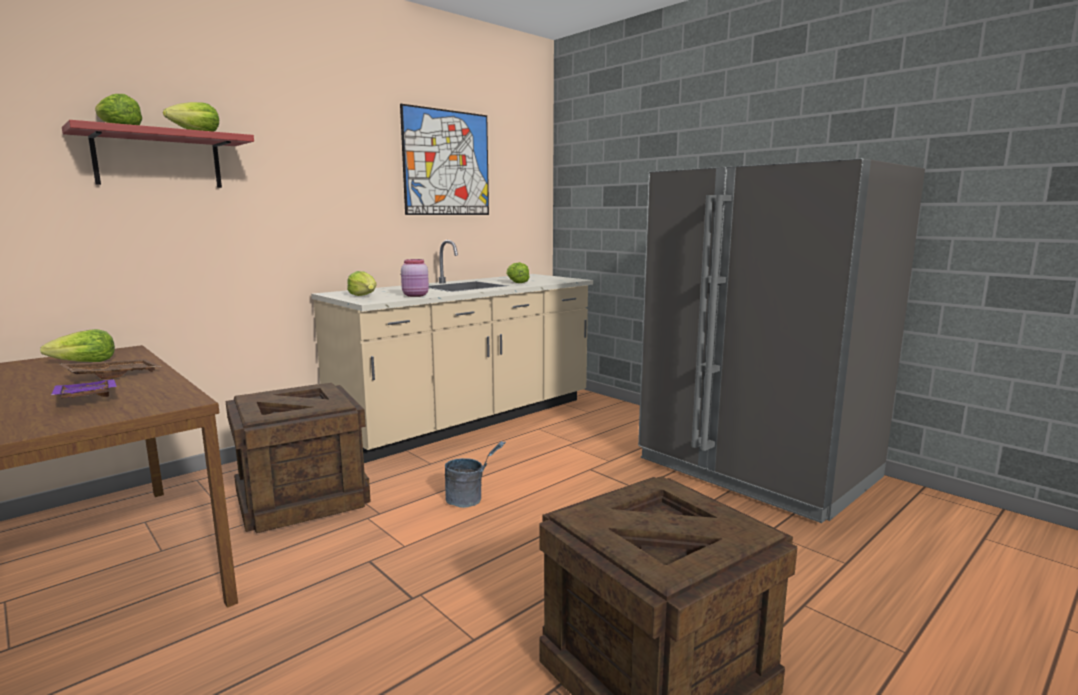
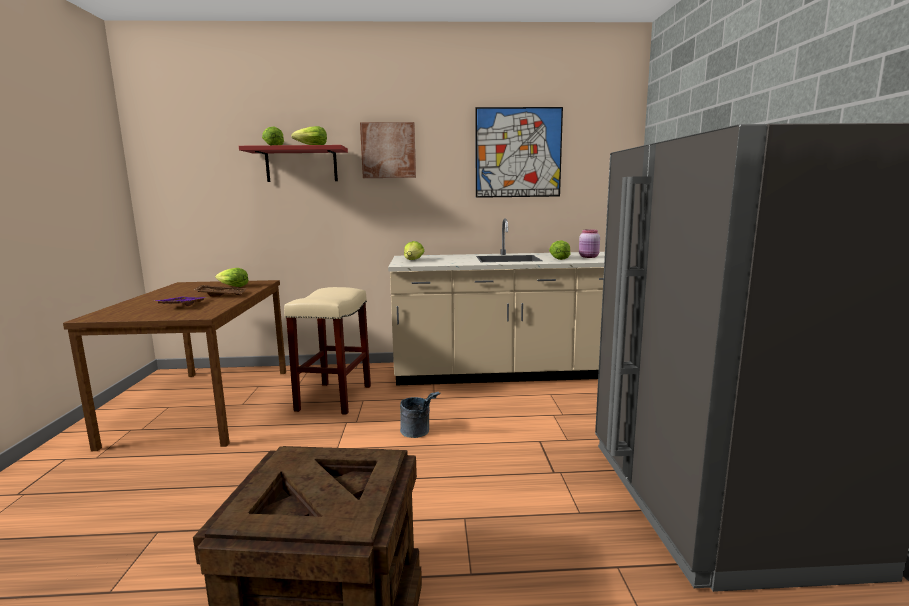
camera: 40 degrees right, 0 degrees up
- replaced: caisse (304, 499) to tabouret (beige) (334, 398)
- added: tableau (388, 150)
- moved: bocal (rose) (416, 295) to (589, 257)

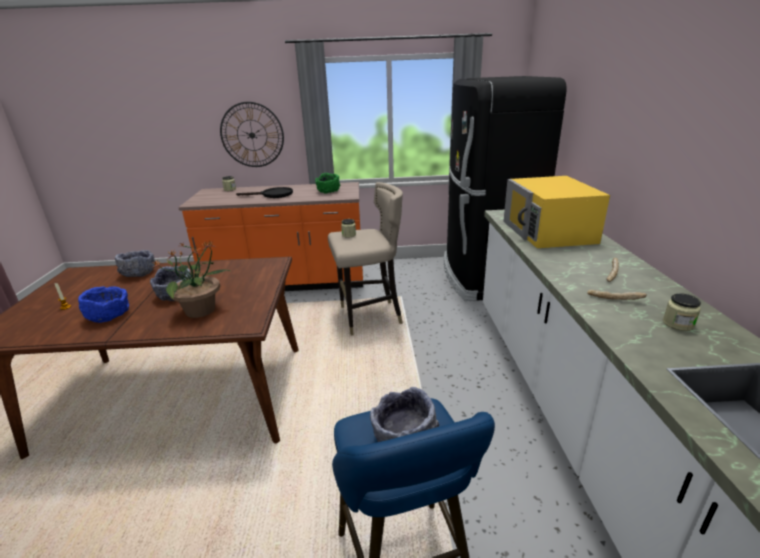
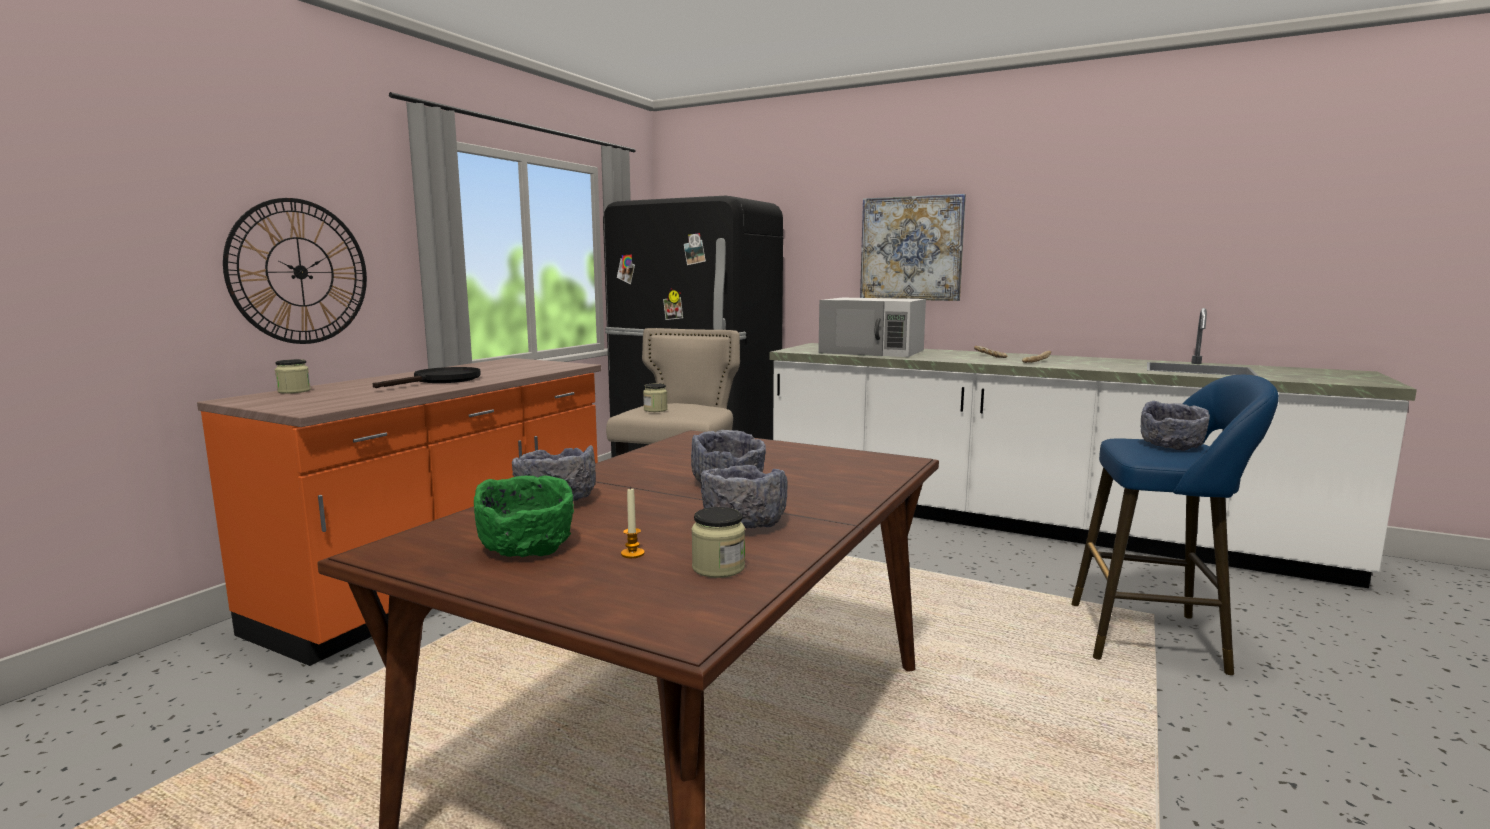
camera: 60 degrees left, 15 degrees down
- moved: bol (vert) (328, 191) to (527, 546)
- moved: bocal (678, 324) to (718, 568)
- recoloured: bol (bleu) (109, 315) to bol (gris) (743, 522)
- recoloured: micro-ondes (jaune) (548, 232) to micro-ondes (blanc) (872, 351)
- added: tableau (911, 248)
- removed: plante en pot (201, 310)

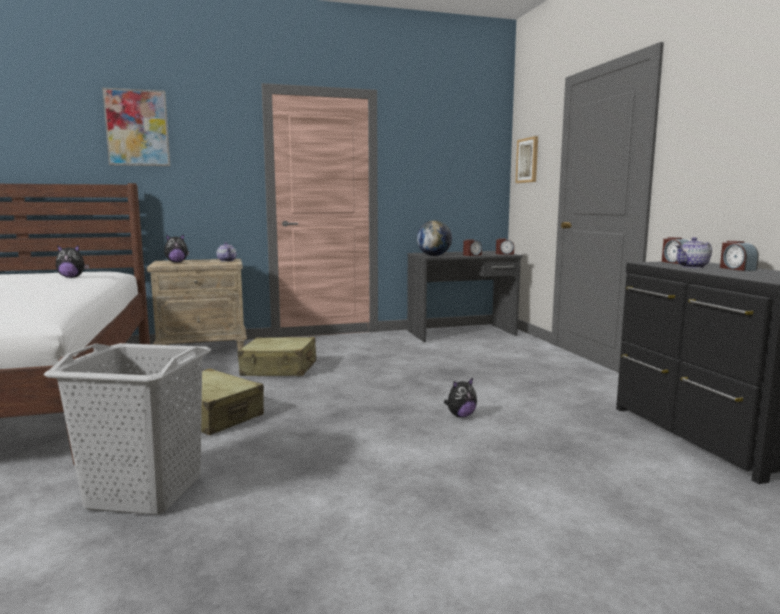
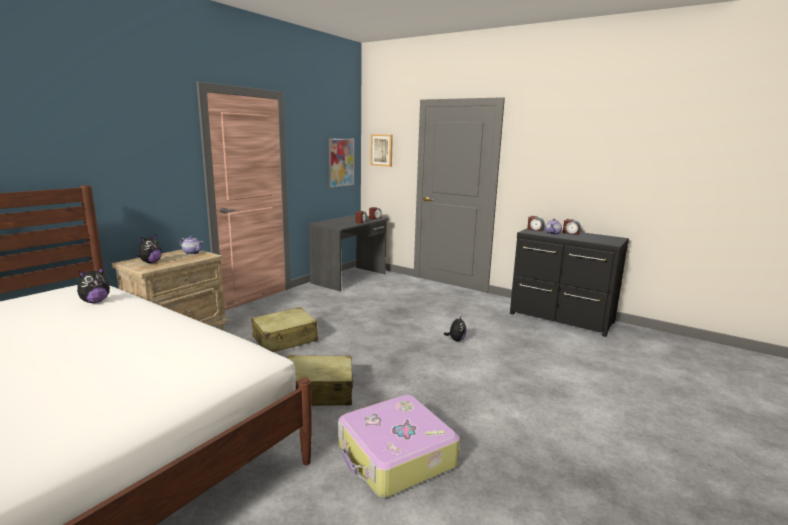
camera: 40 degrees left, 5 degrees up
- moved: tableau (137, 128) to (341, 162)
- replaced: panier à linge (gris) (145, 492) to valise (395, 457)
- removed: globe (434, 255)

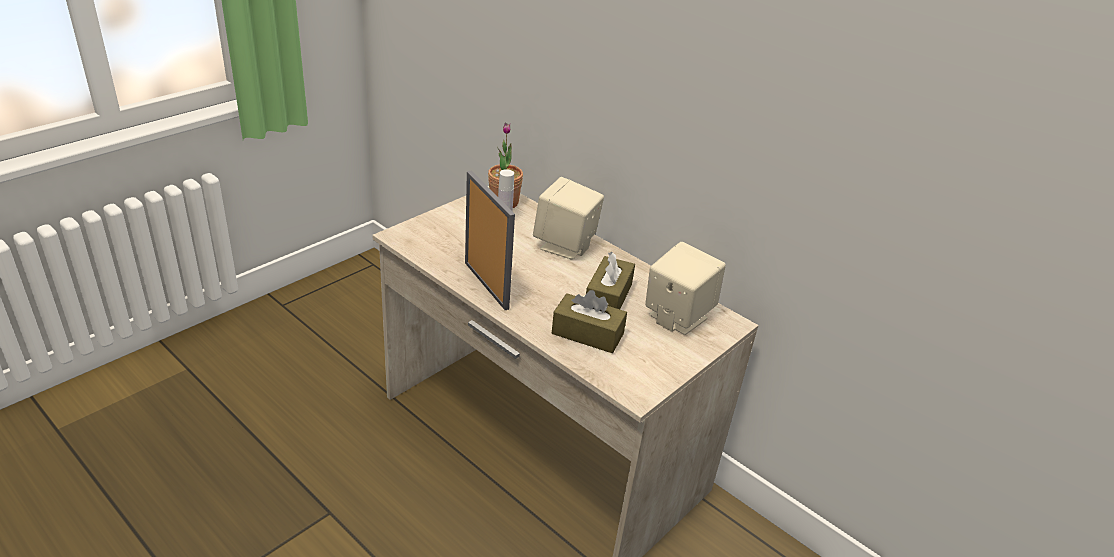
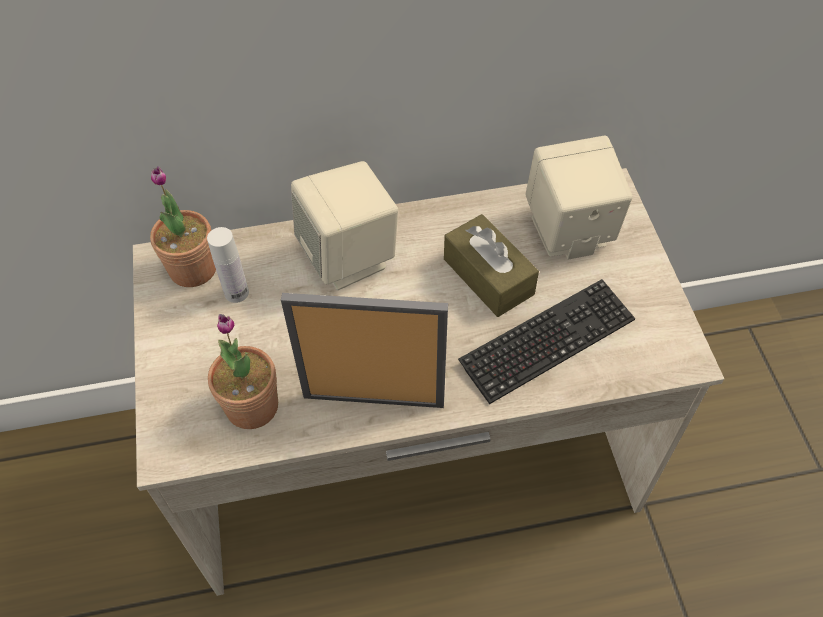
camera: 50 degrees left, 20 degrees up
- added: plante en pot (252, 406)
- replaced: boîte à mouchoirs (marron) (587, 334) to clavier (547, 342)

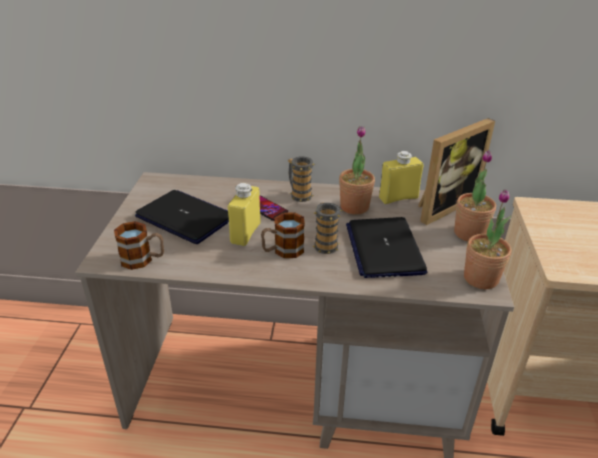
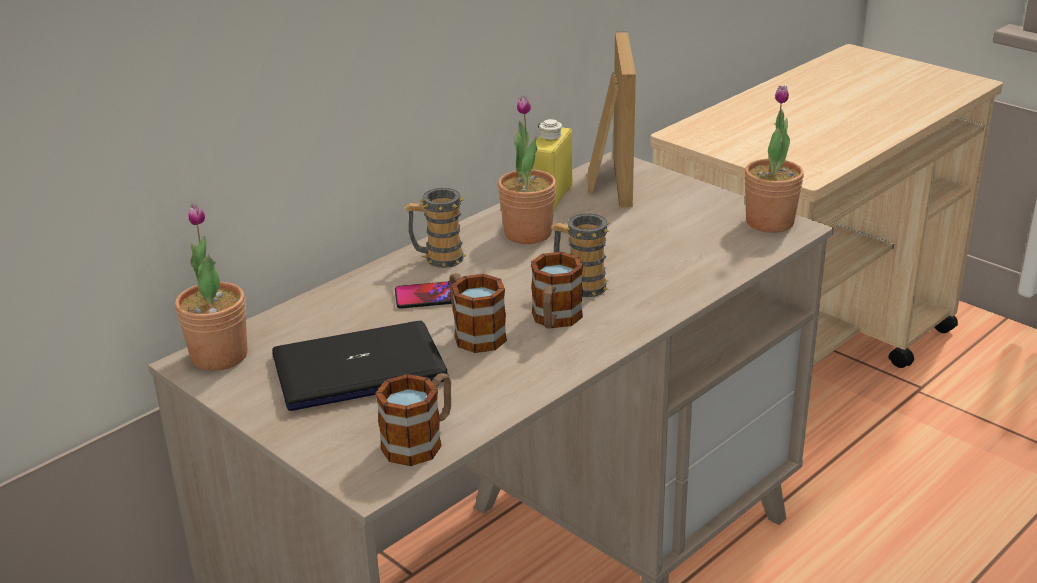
camera: 50 degrees left, 5 degrees down
- moved: plante en pot (469, 233) to (219, 356)
- replaced: bouteille (jaune) (245, 233) to mug (474, 333)
- removed: ordinateur portable (384, 248)

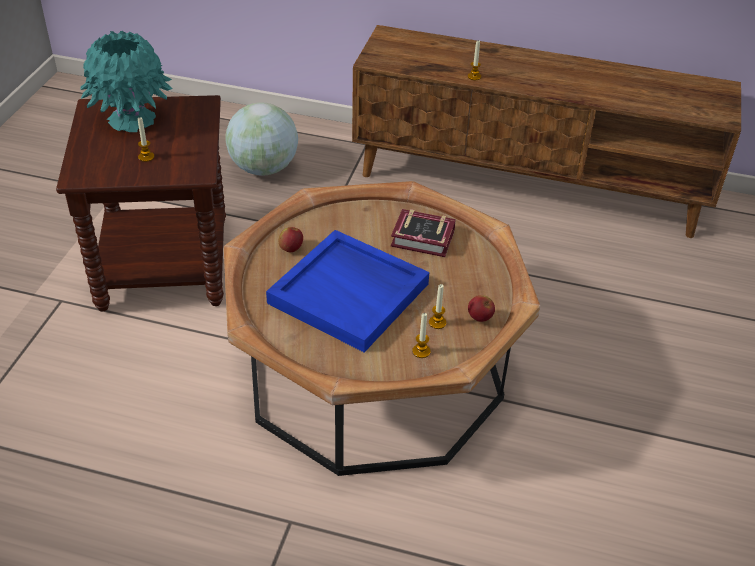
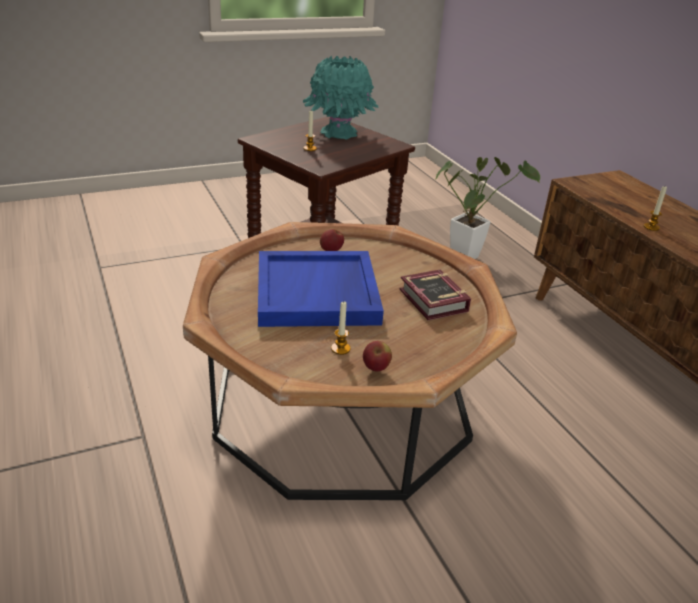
camera: 50 degrees right, 10 degrees down
- replaced: globe (263, 168) to plante en pot (468, 255)
- removed: bougie (421, 351)

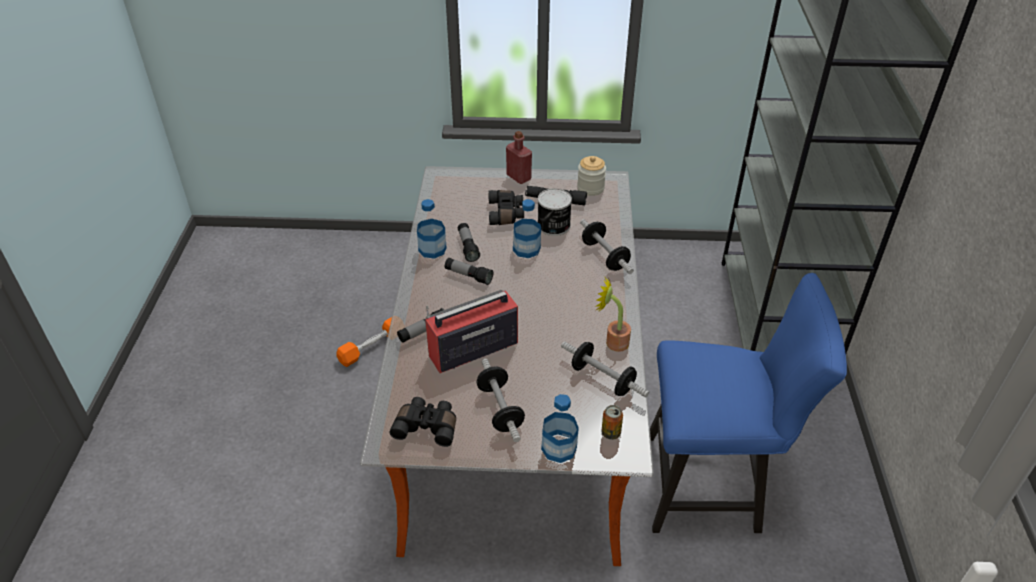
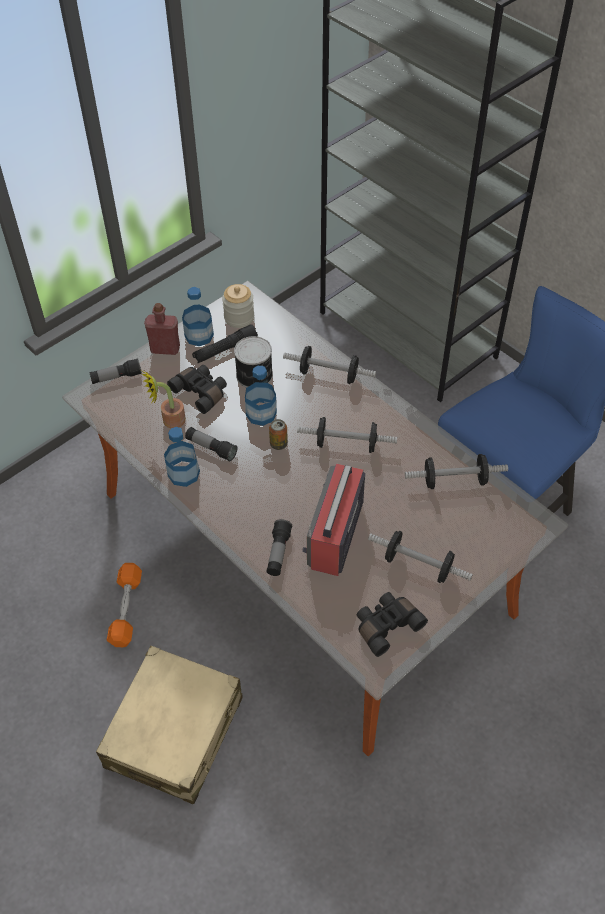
camera: 45 degrees left, 10 degrees up
- moved: lampe de poche (468, 276) to (116, 377)
- added: valise (beige) (175, 732)
- moved: plante en pot (612, 341) to (169, 421)
- moved: bouteille (559, 448) to (199, 335)
- moved: boîte métallique (611, 433) to (278, 444)
- added: haltère (346, 444)

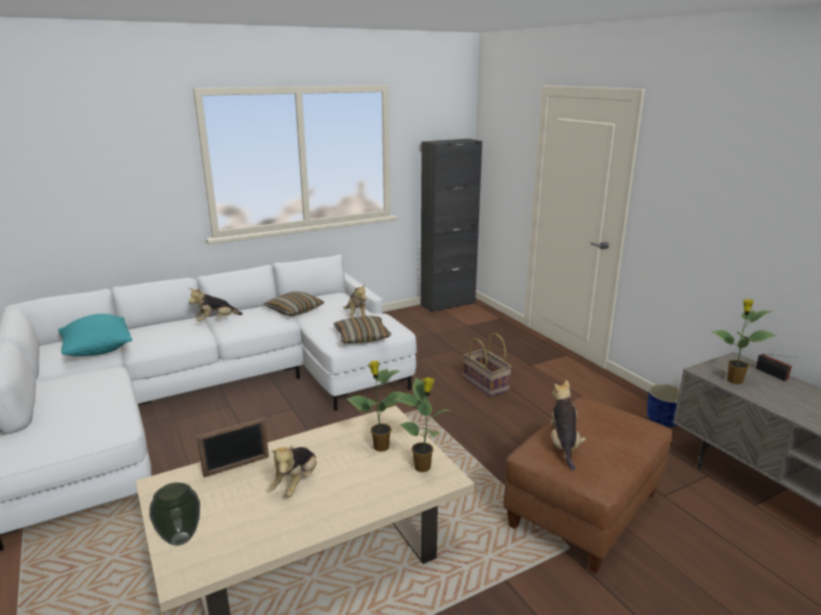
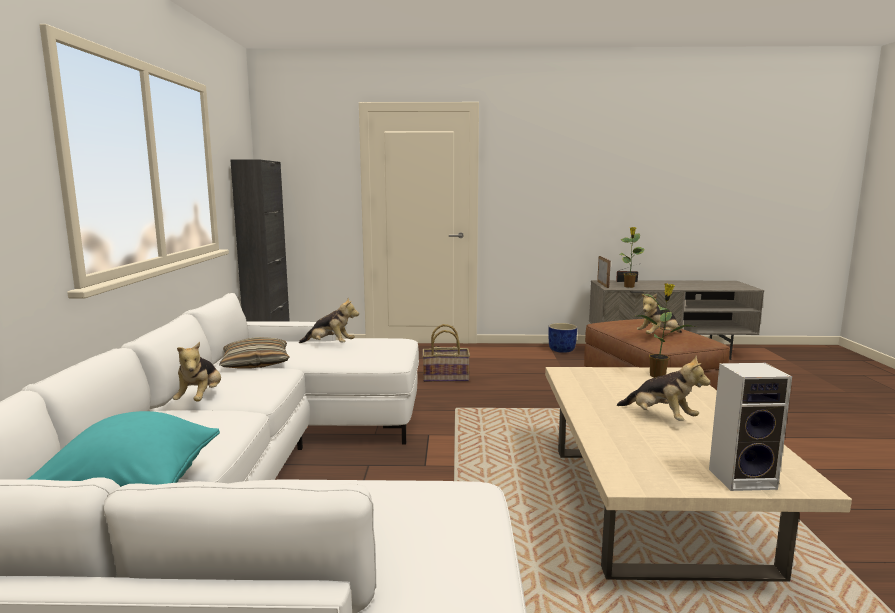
camera: 60 degrees left, 10 degrees down
- moved: cadre photo (236, 466) to (603, 284)
- turned: peluche (563, 445) = (658, 336) 60 degrees counterclockwise
- replaced: vase (181, 539) to enceinte (743, 478)
- removed: coussin (362, 337)
- removed: plante en pot (380, 447)

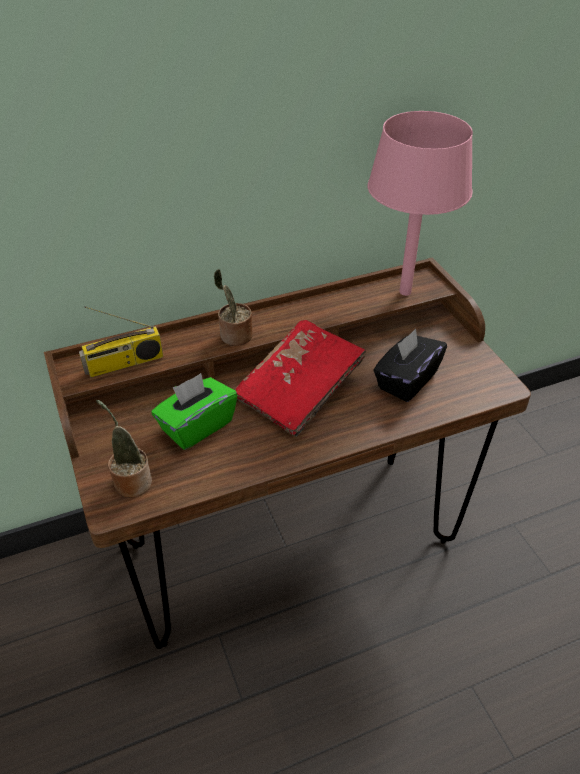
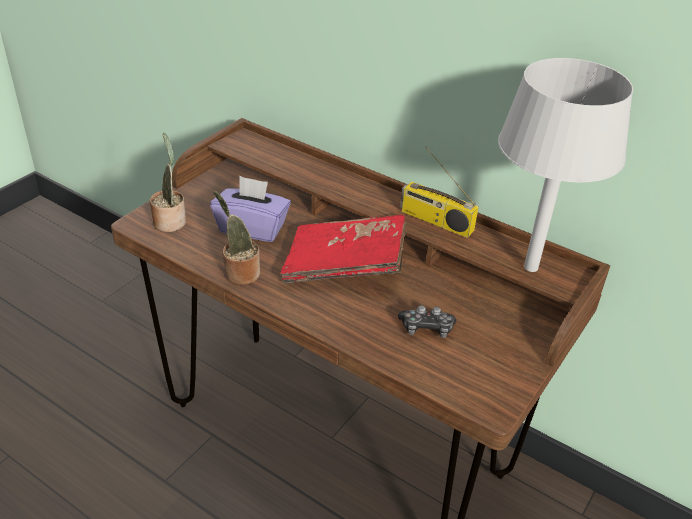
camera: 55 degrees right, 5 degrees down
- recoloured: boîte à mouchoirs (vert) (197, 426) to boîte à mouchoirs (violet) (252, 228)
- moved: plante en pot (234, 336) to (239, 273)
- replaced: boîte à mouchoirs (noir) (406, 380) to manette (426, 328)
- moved: radio (124, 364) to (435, 221)
- recoloured: lampe de table (rose) (405, 292) to lampe de table (gris) (530, 267)

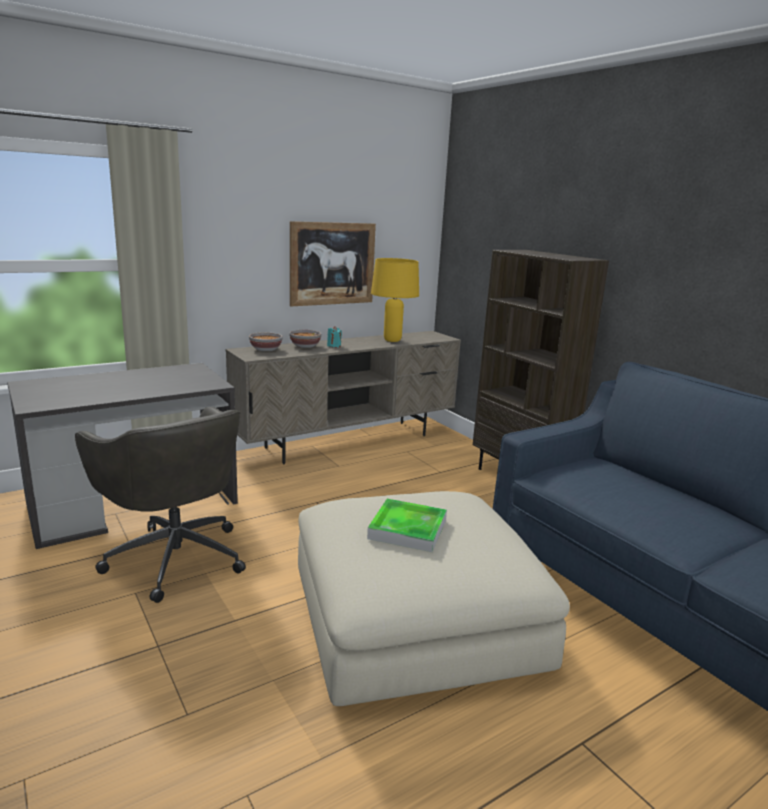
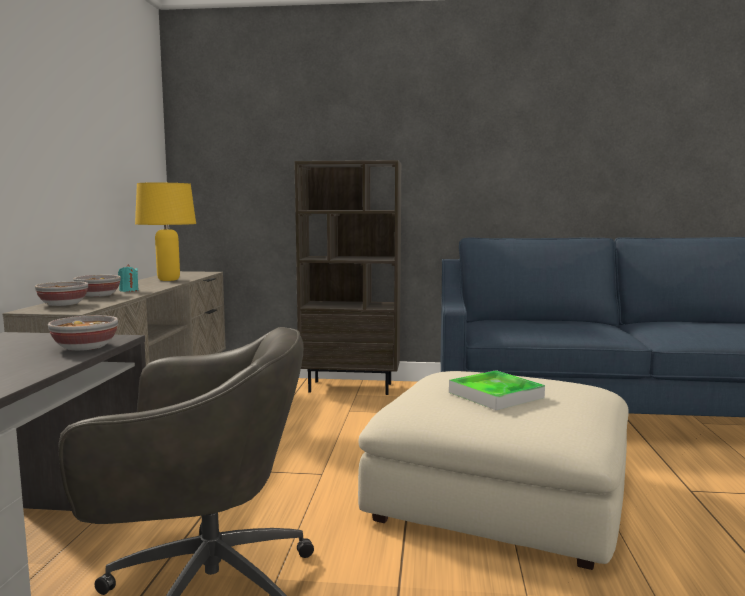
camera: 50 degrees left, 10 degrees down
- added: bol (85, 348)
- removed: tableau (332, 263)

